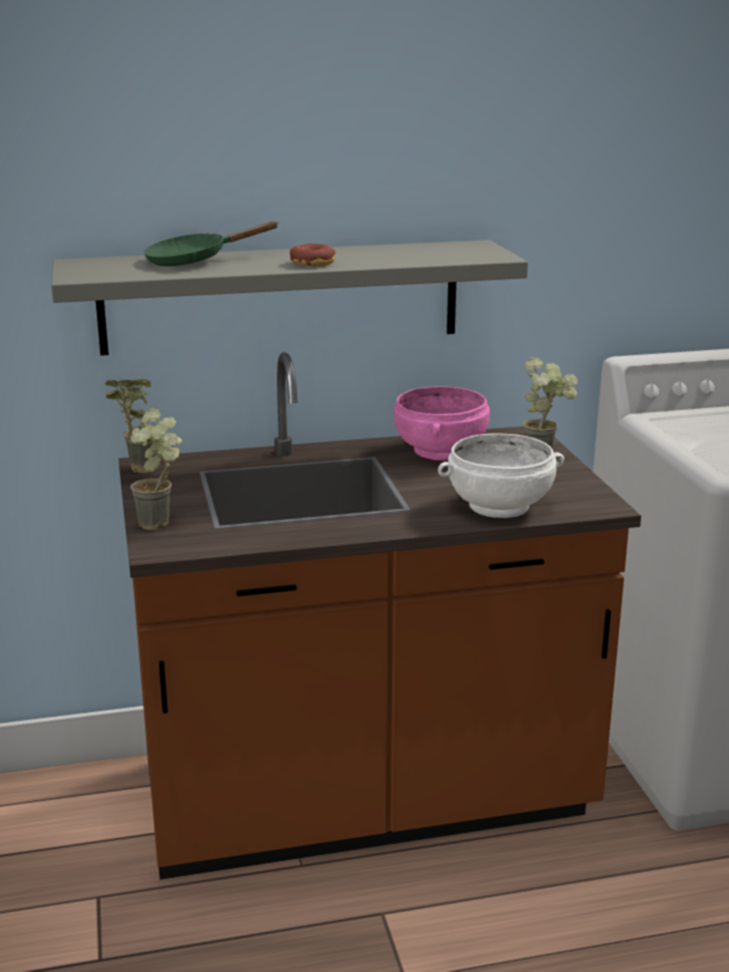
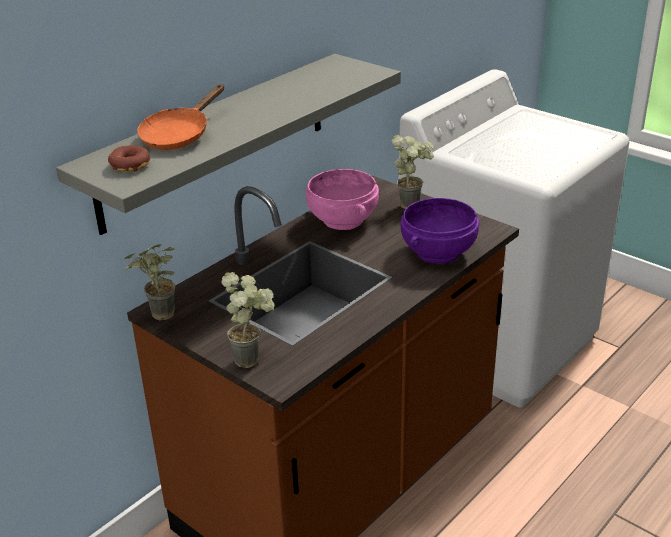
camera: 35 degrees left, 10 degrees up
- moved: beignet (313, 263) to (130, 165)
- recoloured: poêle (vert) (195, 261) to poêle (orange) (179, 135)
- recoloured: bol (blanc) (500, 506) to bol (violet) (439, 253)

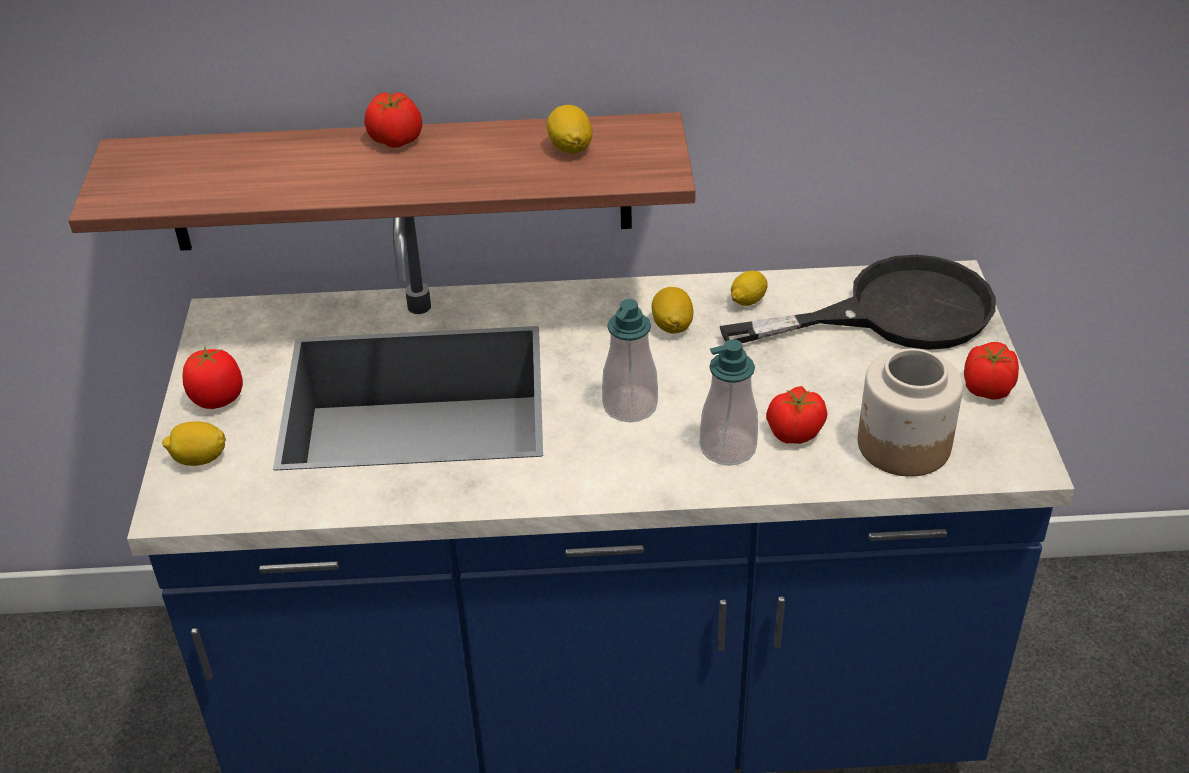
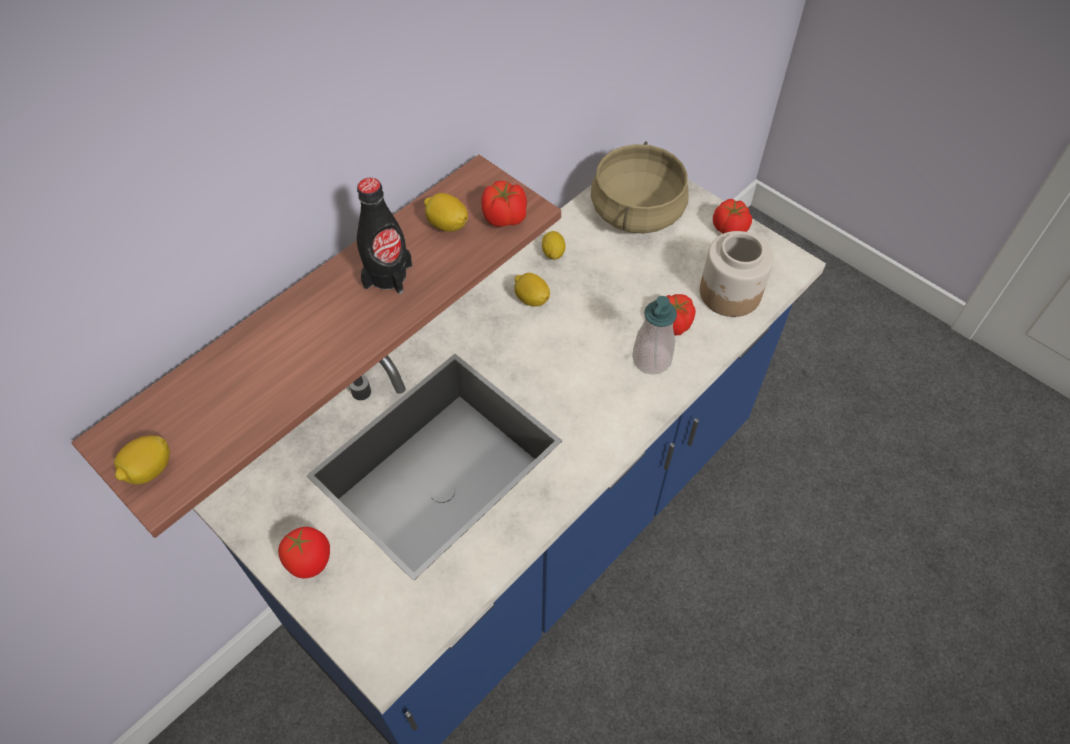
camera: 45 degrees left, 15 degrees up
- moved: citron (199, 459) to (149, 470)
- added: bouteille (noir) (388, 275)
- moved: tomate (395, 141) to (505, 218)
- replaced: poêle (noir) (893, 313) to marmite (beige) (636, 211)
- removed: distributeur de savon (630, 406)

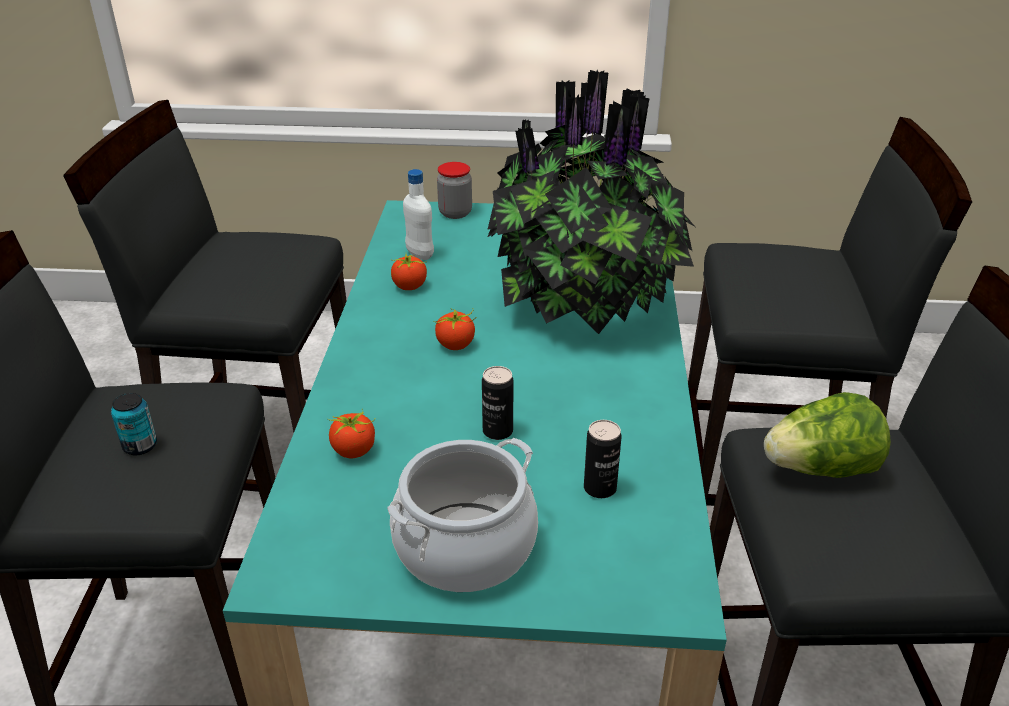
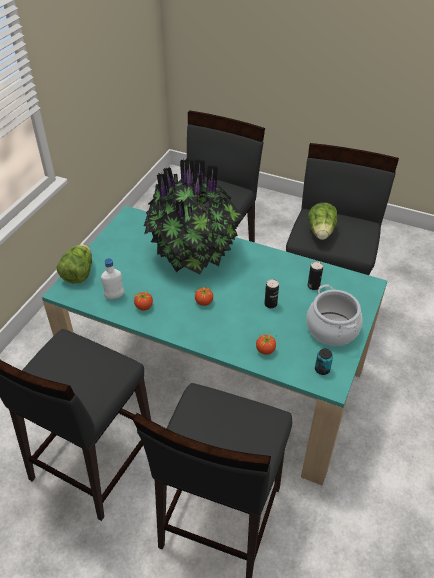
camera: 70 degrees left, 10 degrees up
- replaced: bocal (455, 213) to laitue (78, 273)
- moved: boîte métallique (140, 446) to (322, 369)

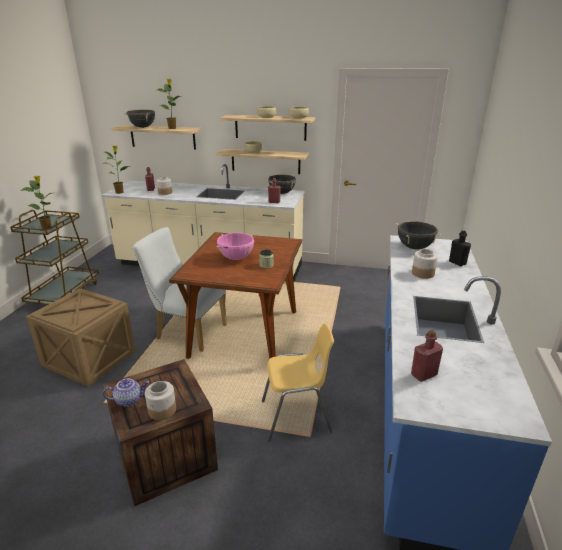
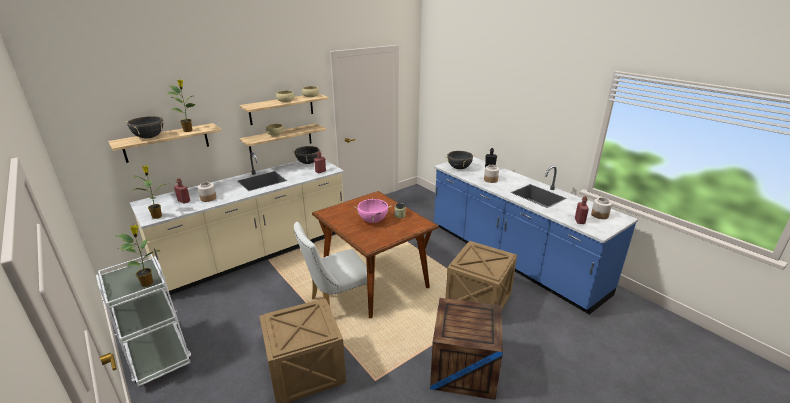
camera: 50 degrees left, 0 degrees up
- recoloured: chariot (marron) (64, 293) to chariot (blanc) (157, 354)
- replaced: chaise (jaune) (296, 417) to caisse (478, 300)
- moved: bocal (162, 410) to (600, 215)
- removed: théière (129, 400)

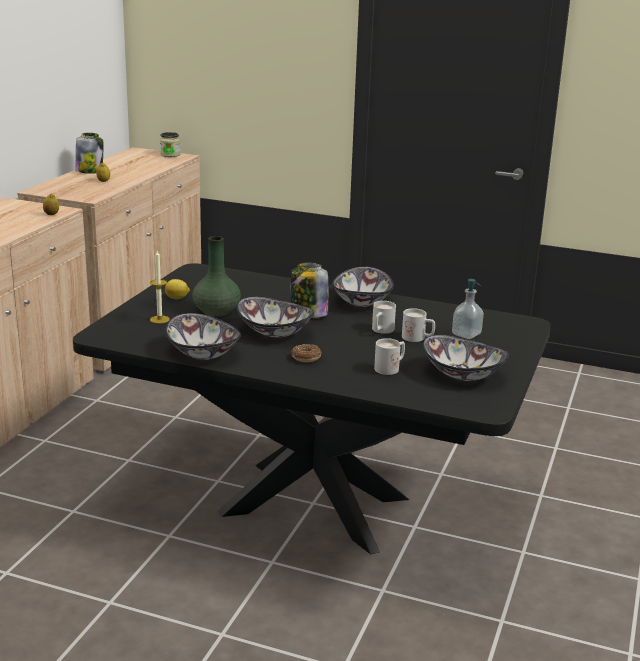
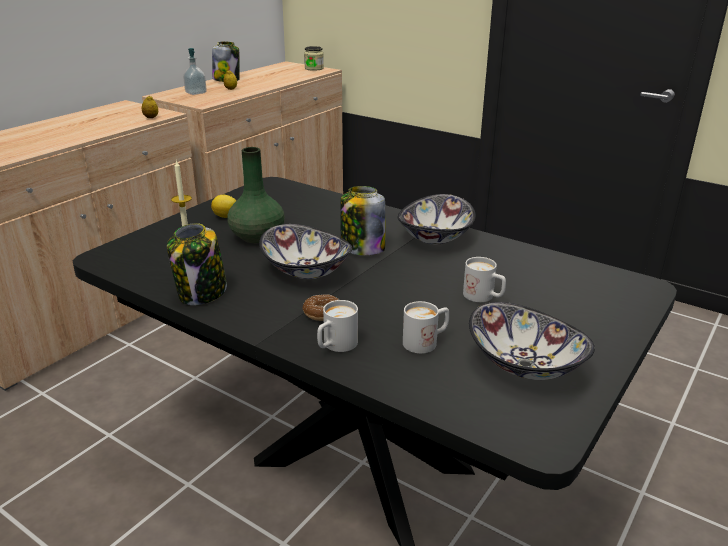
camera: 15 degrees right, 5 degrees up
- replaced: bol (203, 353) to bocal (202, 293)
- moved: distributeur de savon (466, 334) to (196, 93)
- moved: mug (blanc) (381, 331) to (335, 346)

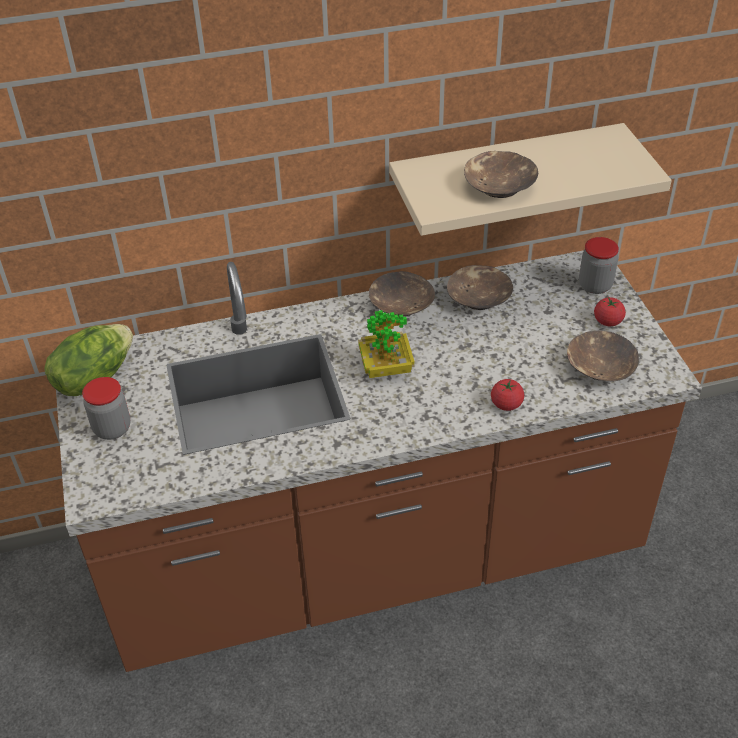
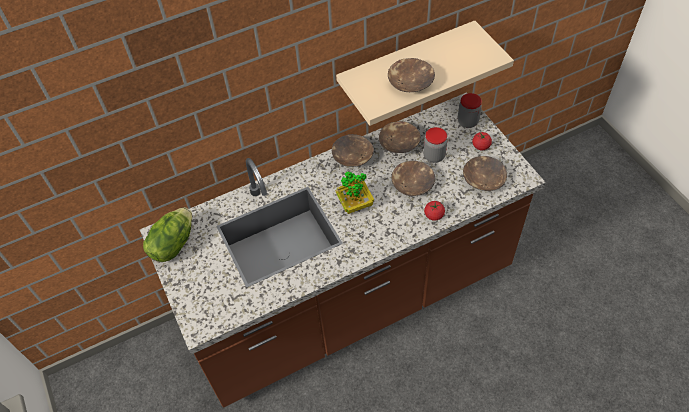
camera: 10 degrees left, 10 degrees up
- added: bol (marron) (412, 183)
- moved: bocal (112, 428) to (434, 156)

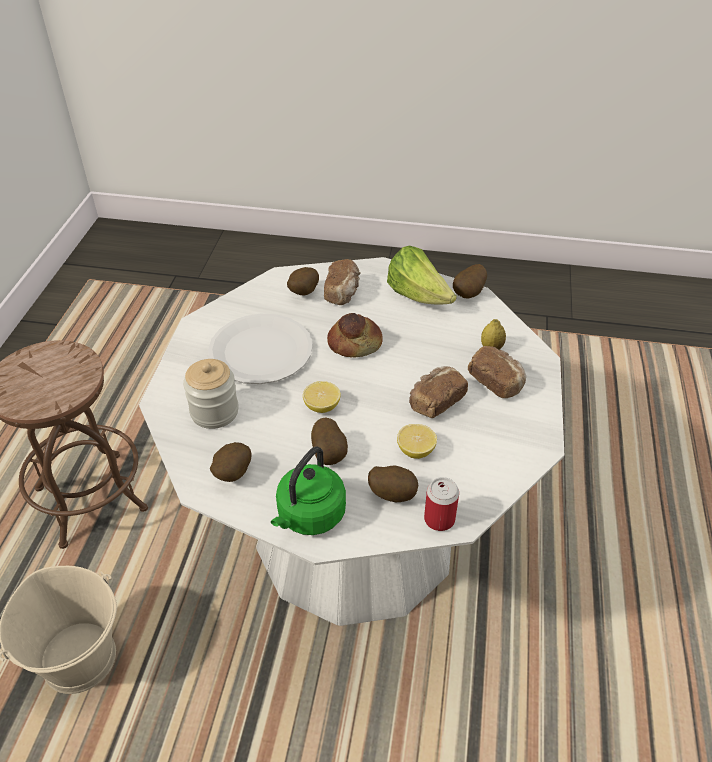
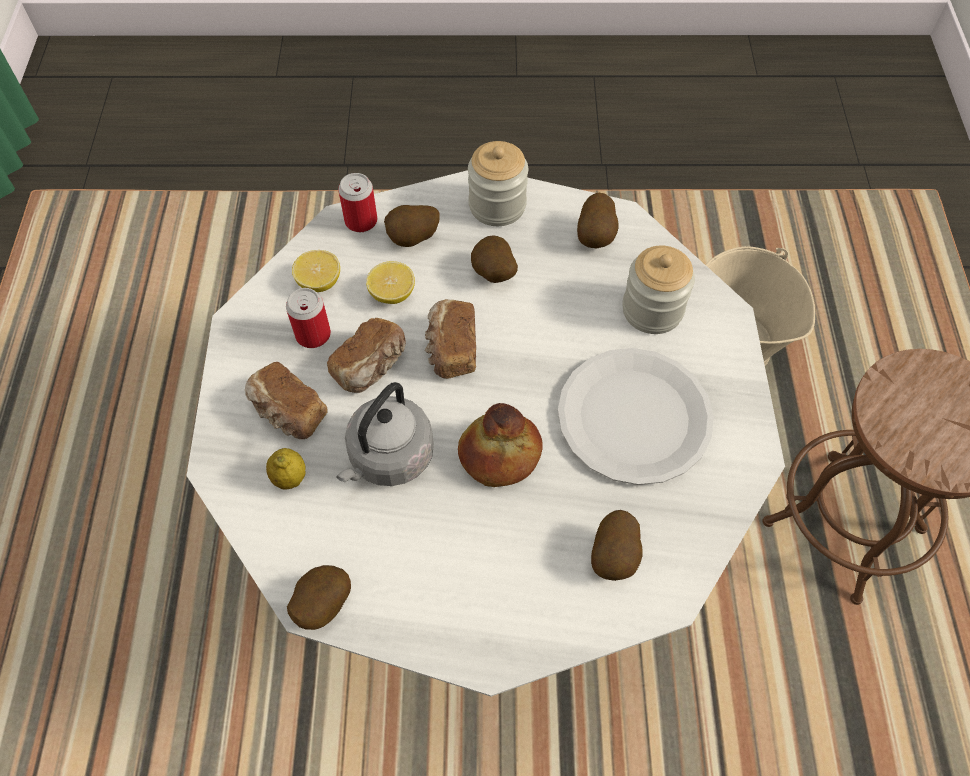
camera: 170 degrees right, 15 degrees up
- added: boîte métallique (313, 334)
- moved: citron (322, 406) to (319, 282)
- added: bouilloire (gris) (388, 458)
- moved: pain (343, 292) to (451, 349)
- replaced: bouilloire (vert) (309, 516) to bocal (497, 205)
- removed: laitue (418, 296)

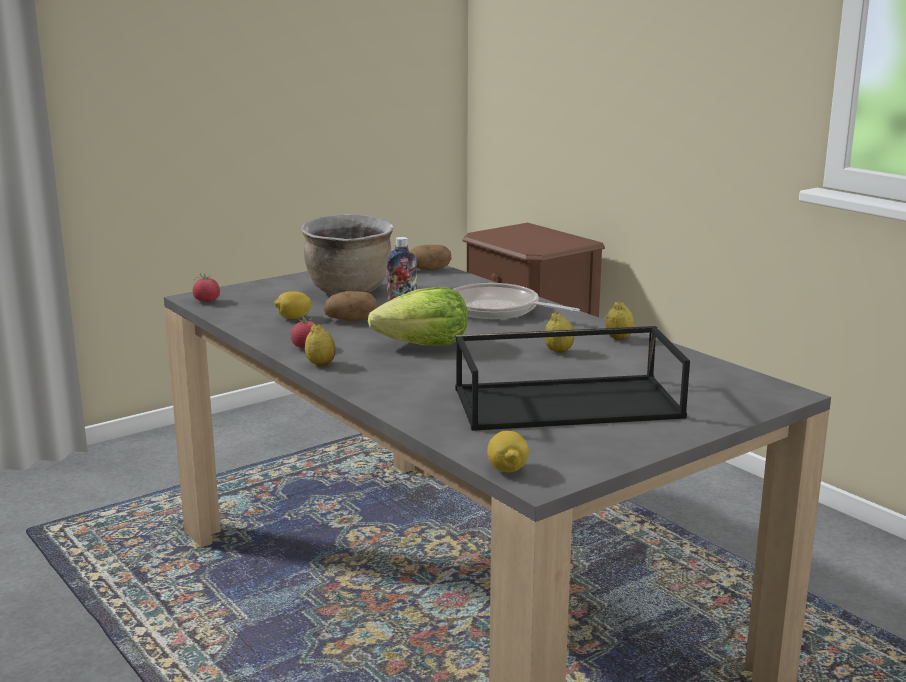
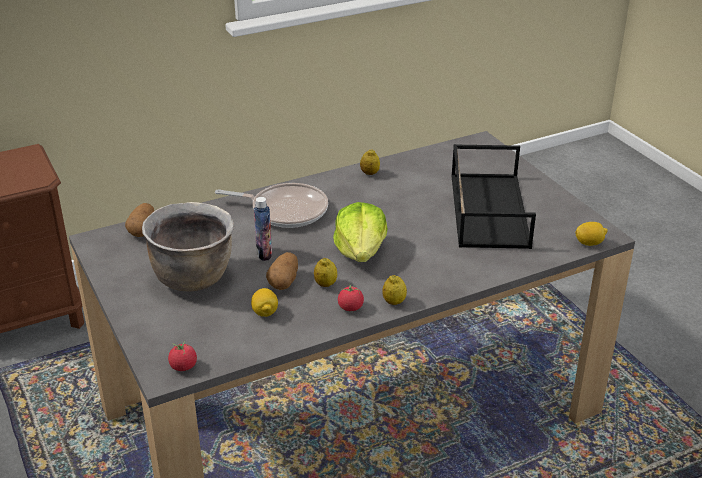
camera: 80 degrees left, 15 degrees up
- turned: poêle (498, 310) = (285, 210) 120 degrees counterclockwise
- moved: citron (558, 351) to (325, 284)

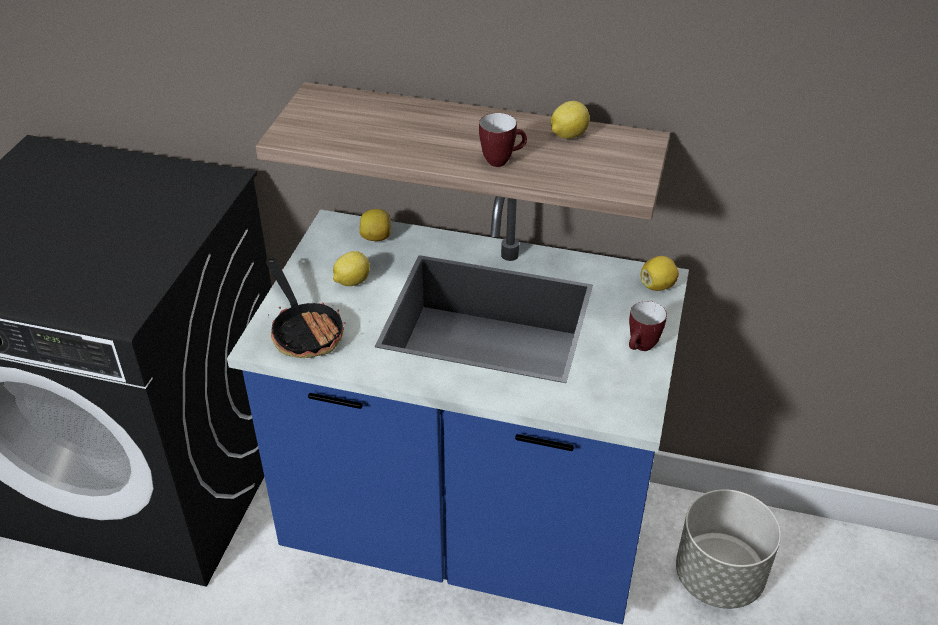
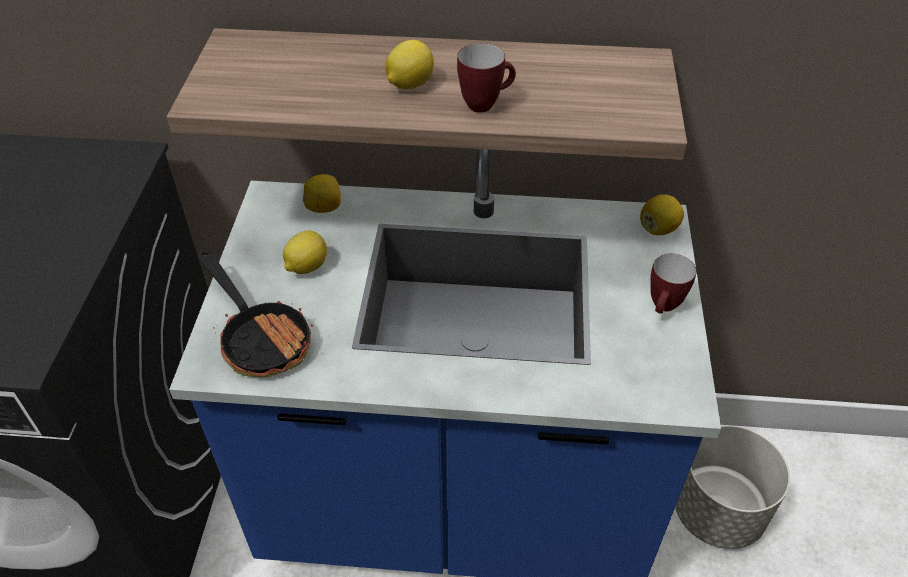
camera: 10 degrees left, 5 degrees up
- moved: citron (567, 135) to (409, 84)

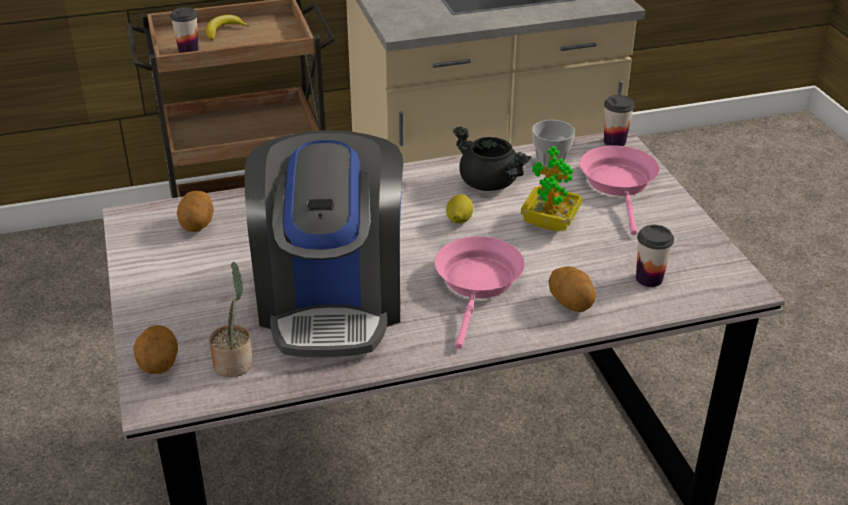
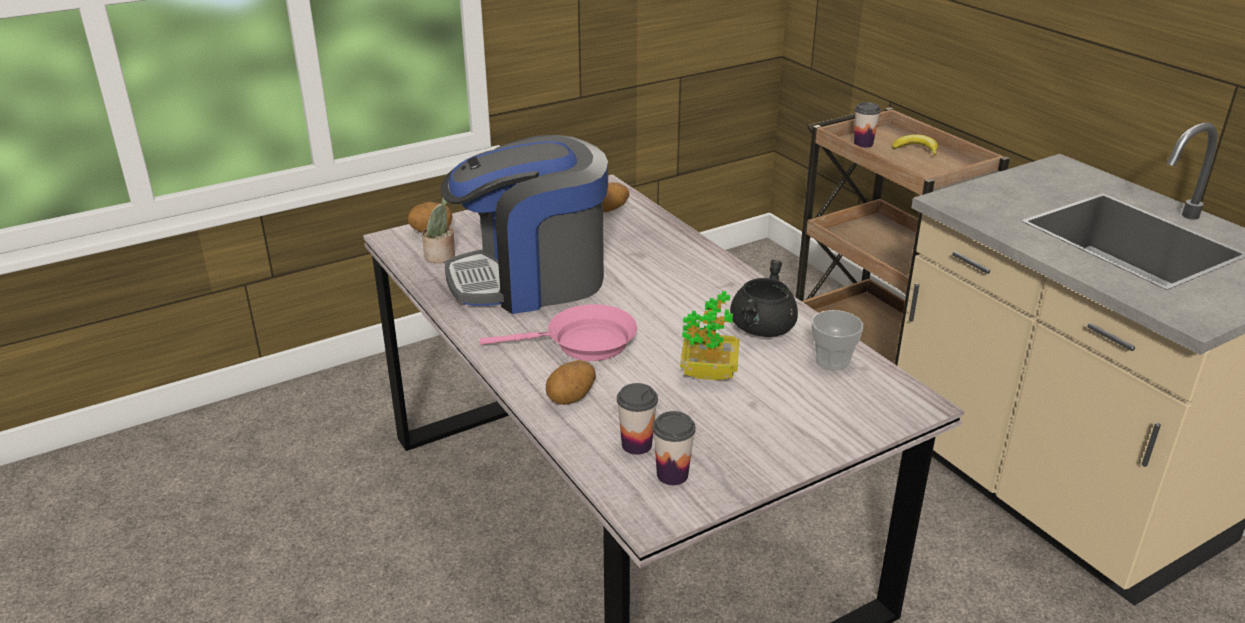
camera: 75 degrees right, 5 degrees down
- moved: tasse (614, 142) to (672, 475)
- removed: citron (458, 221)
- removed: poêle (rose) (619, 184)

